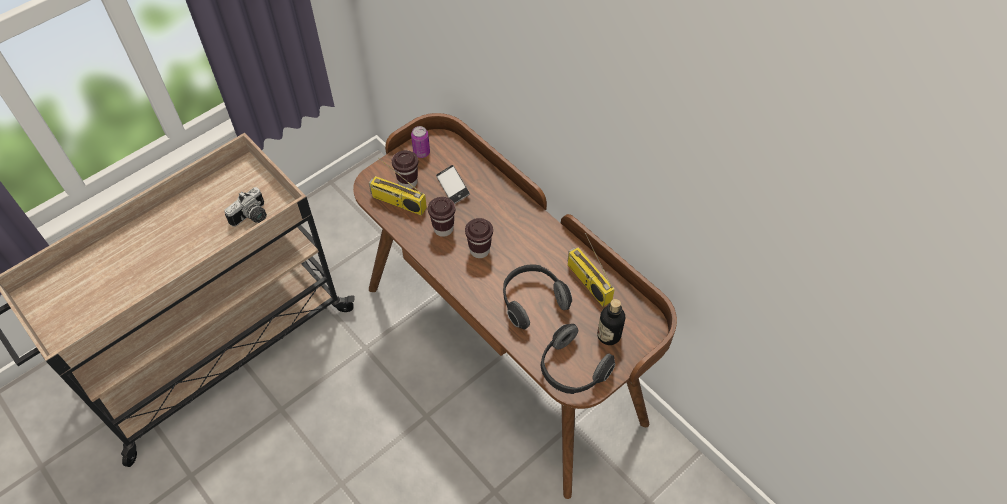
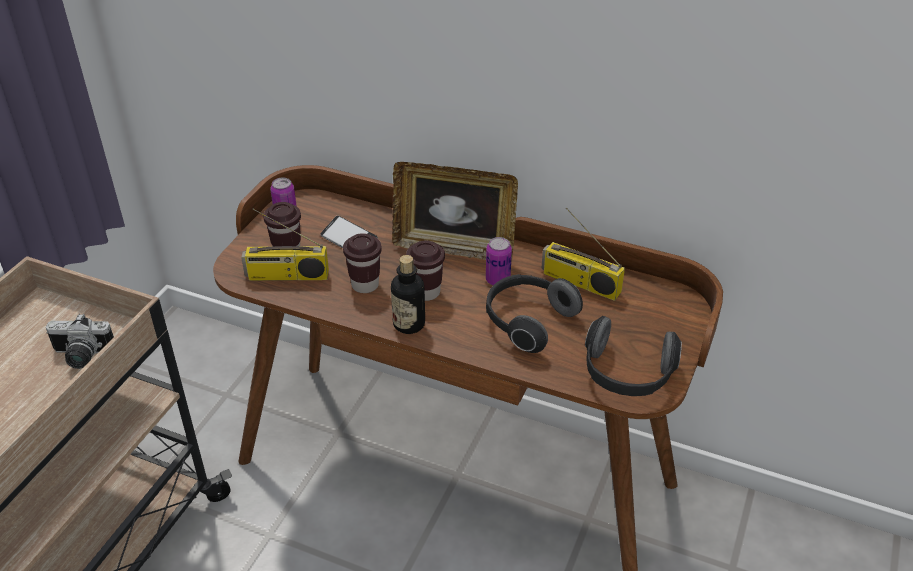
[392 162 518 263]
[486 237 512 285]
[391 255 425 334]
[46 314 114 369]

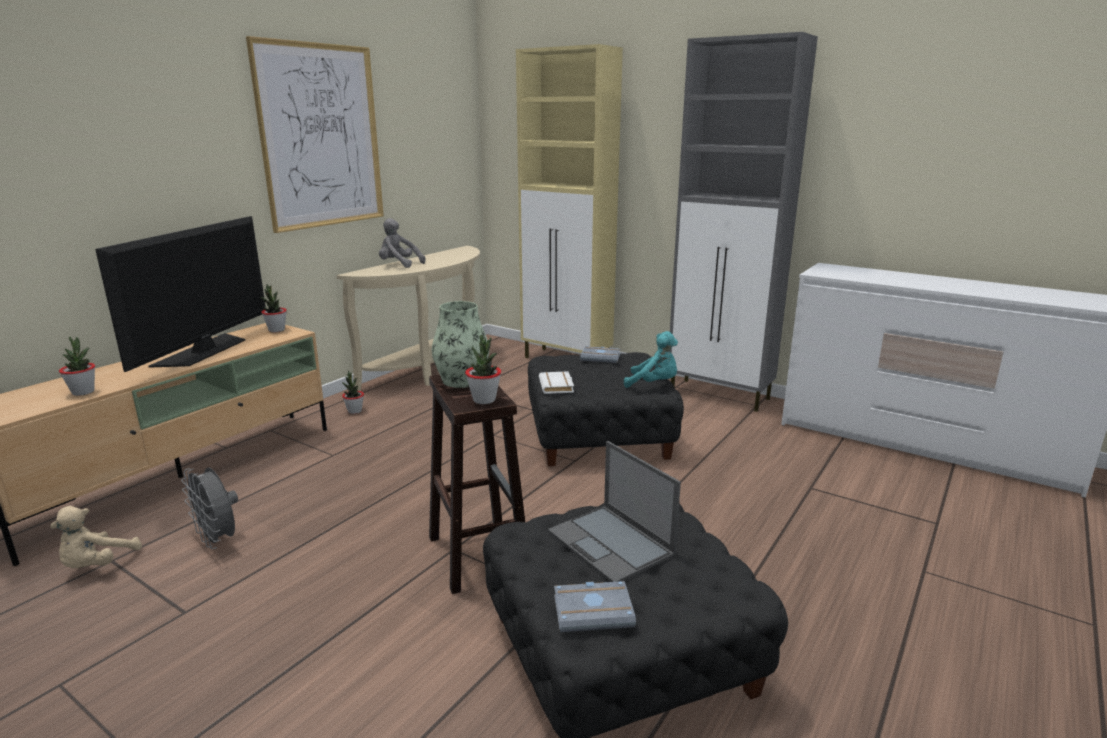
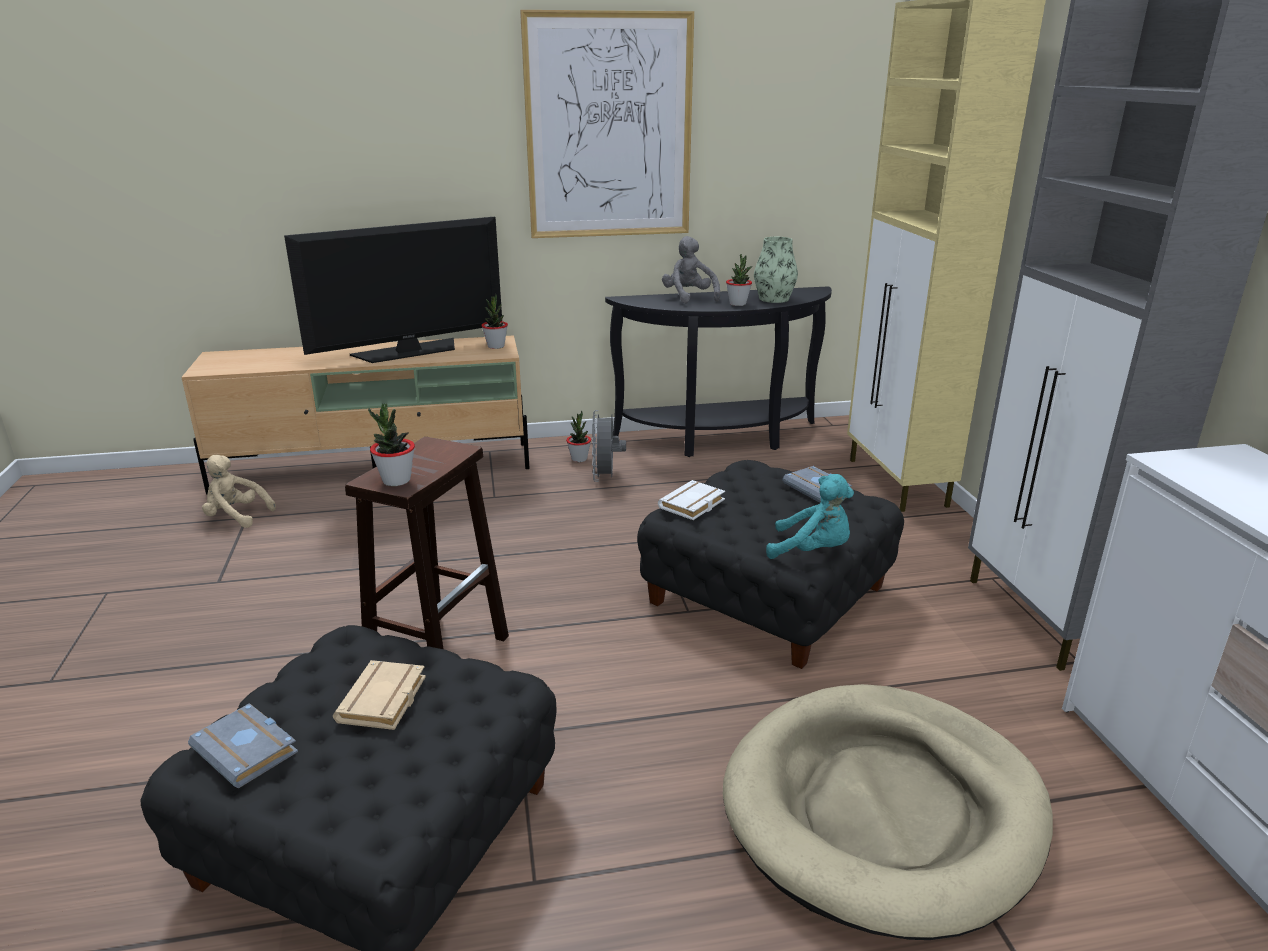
[723 684 1053 940]
[726 254 752 306]
[592 410 626 482]
[754 237 798 303]
[333 660 426 730]
[605 286 832 457]
[202 455 276 528]
[766 474 854 559]

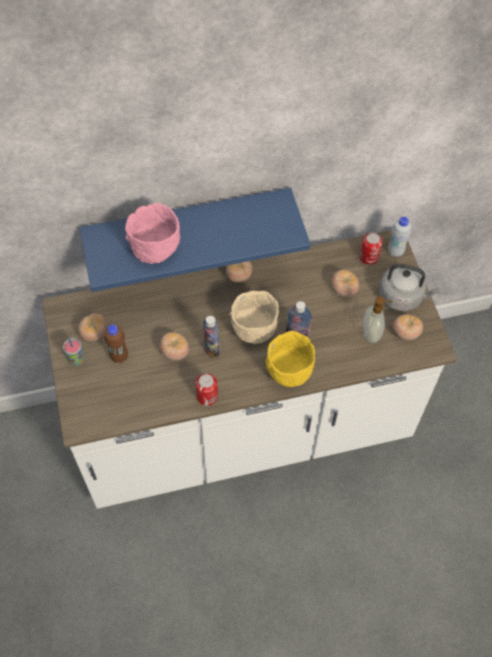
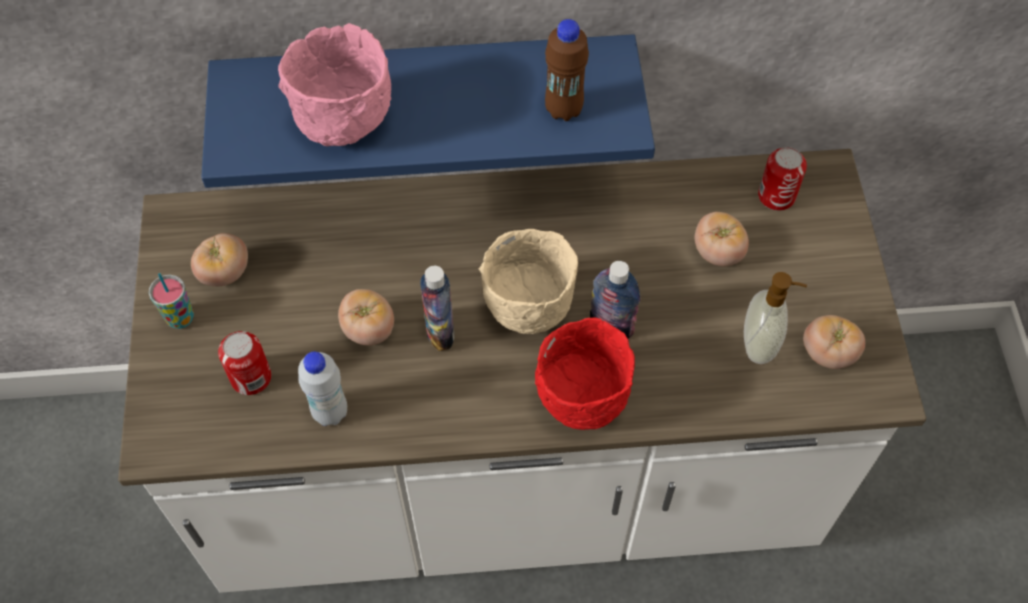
[226 261 252 282] (first image)
[379 264 441 311] (first image)
[545 19 589 121]
[218 331 271 395]
[298 351 347 426]
[535 318 635 430]

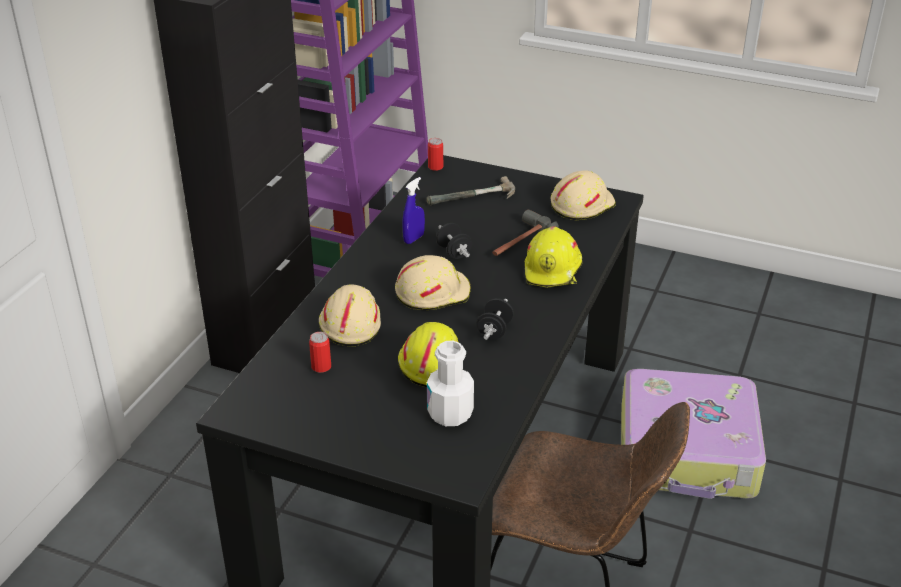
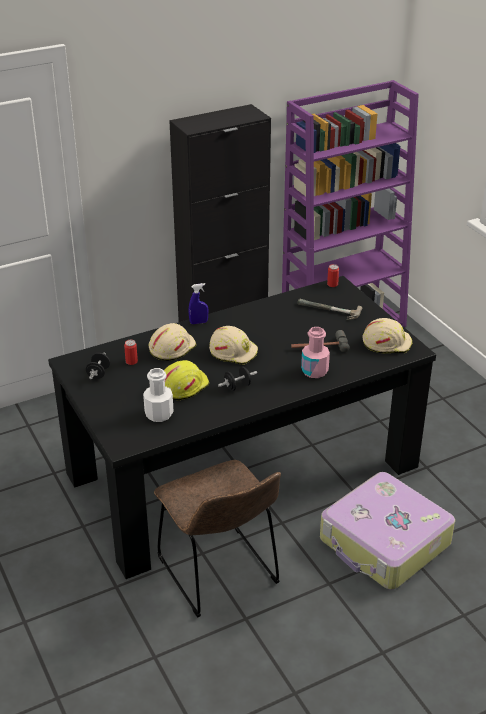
[188 283 208 324]
[86 353 110 379]
[301 327 330 378]

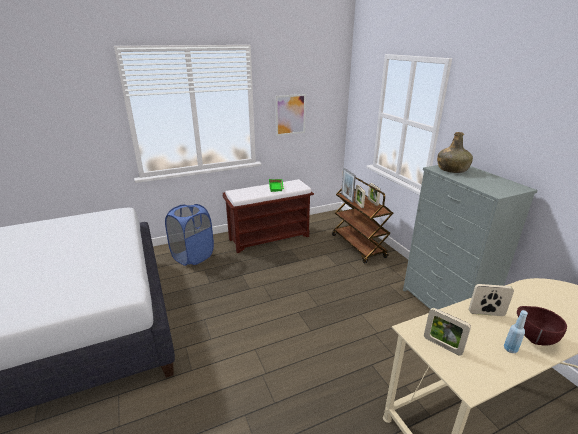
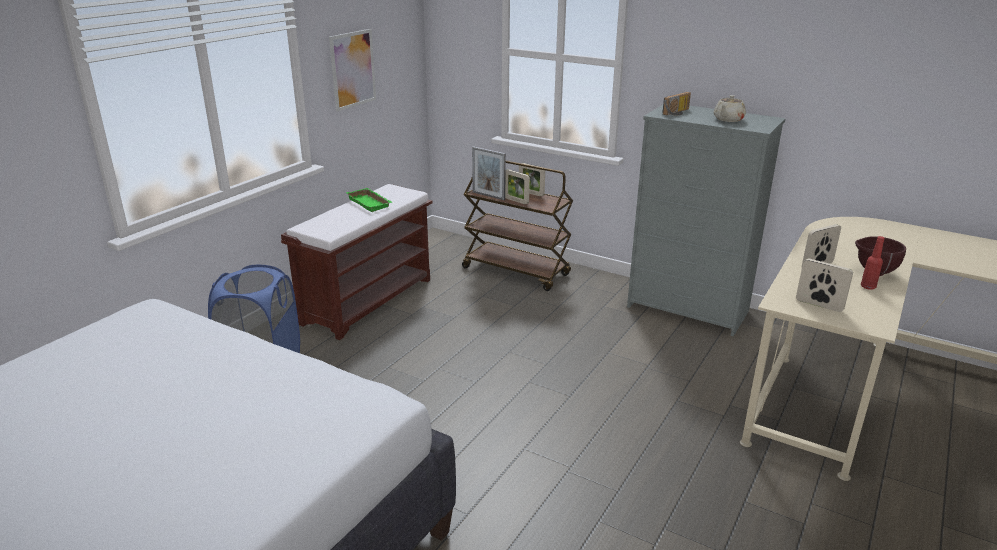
[714 95 746 122]
[662 92 691 115]
[861 236 885 290]
[796 259 853 312]

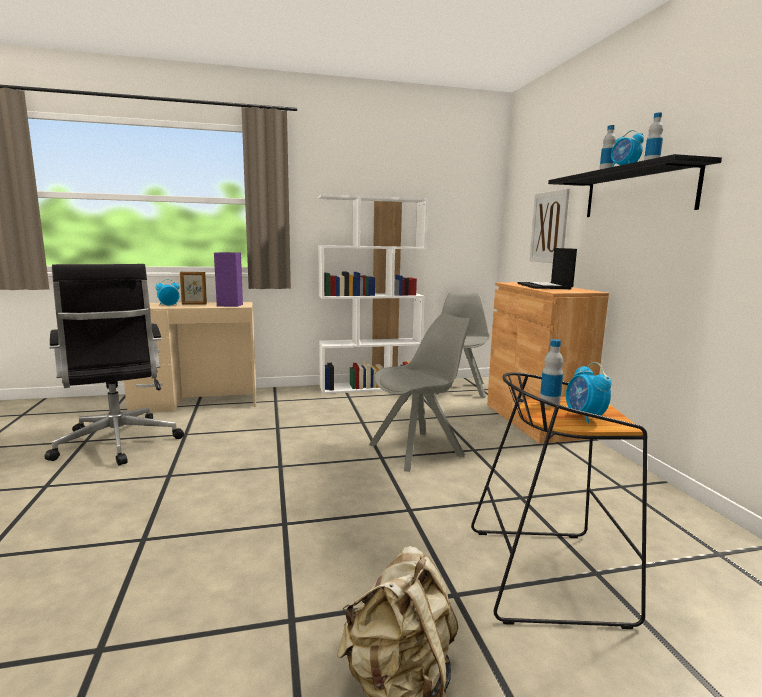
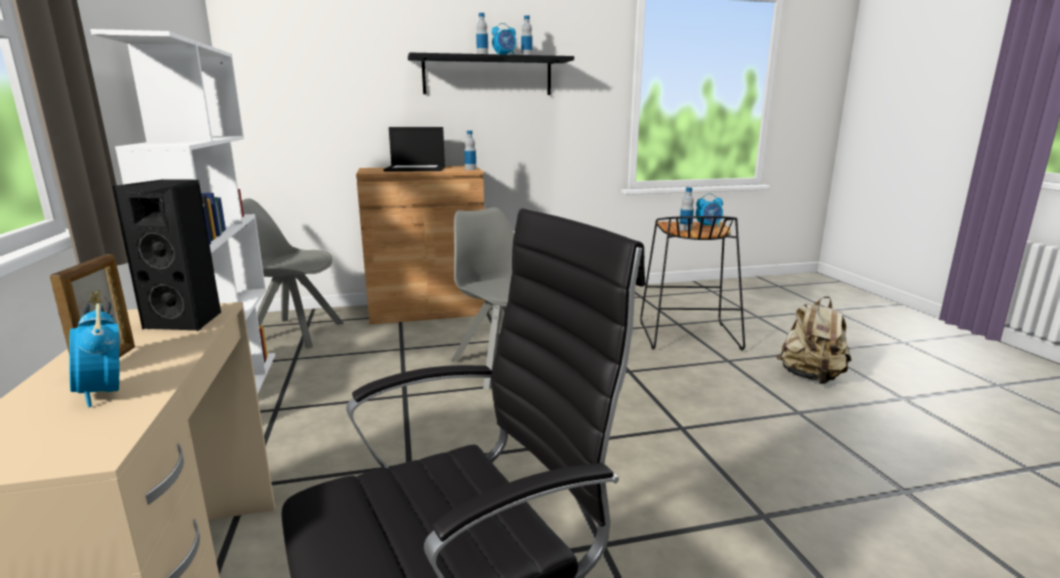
[530 189 570 263] (first image)
[464 130 476 170]
[112 179 221 331]

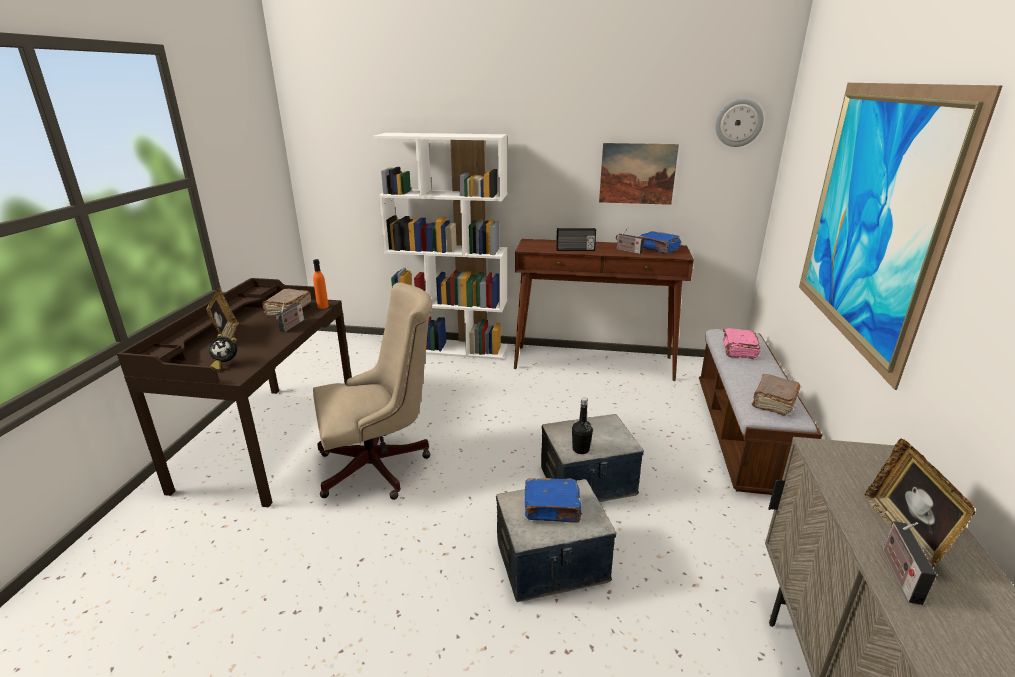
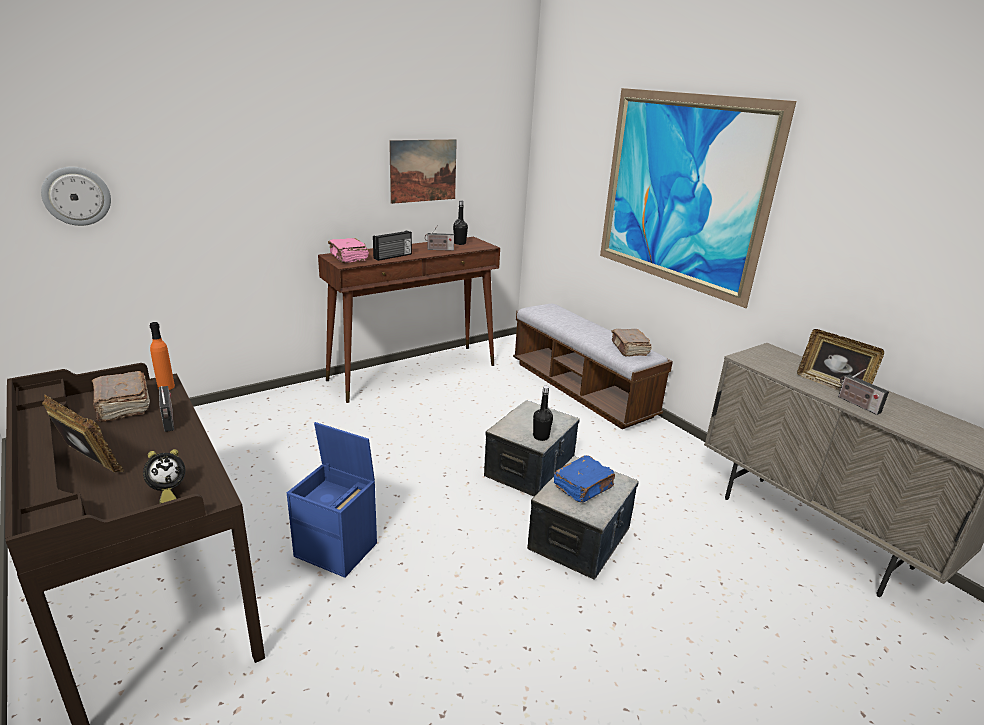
[373 133 507 360] (first image)
[41 167 111 226]
[328 238 369 263]
[287 422 377 578]
[453 201 468 245]

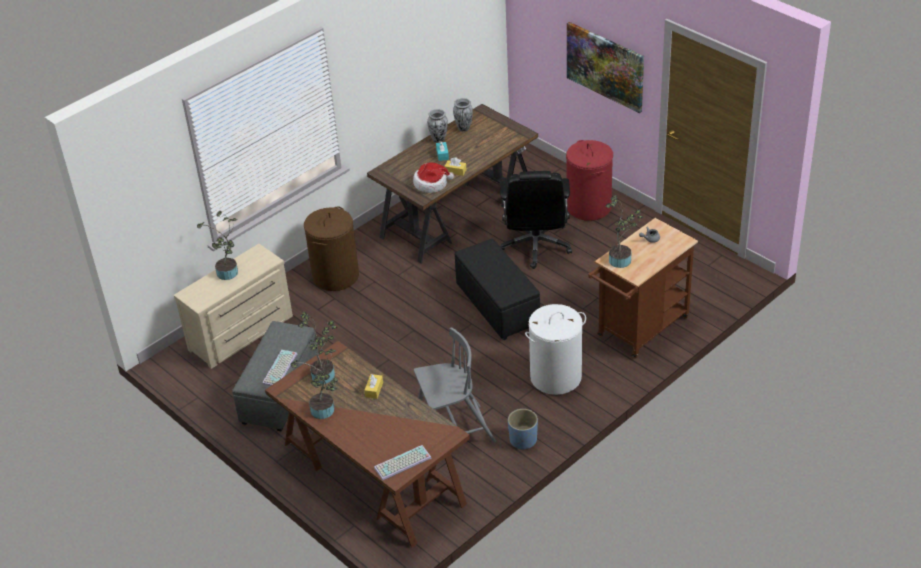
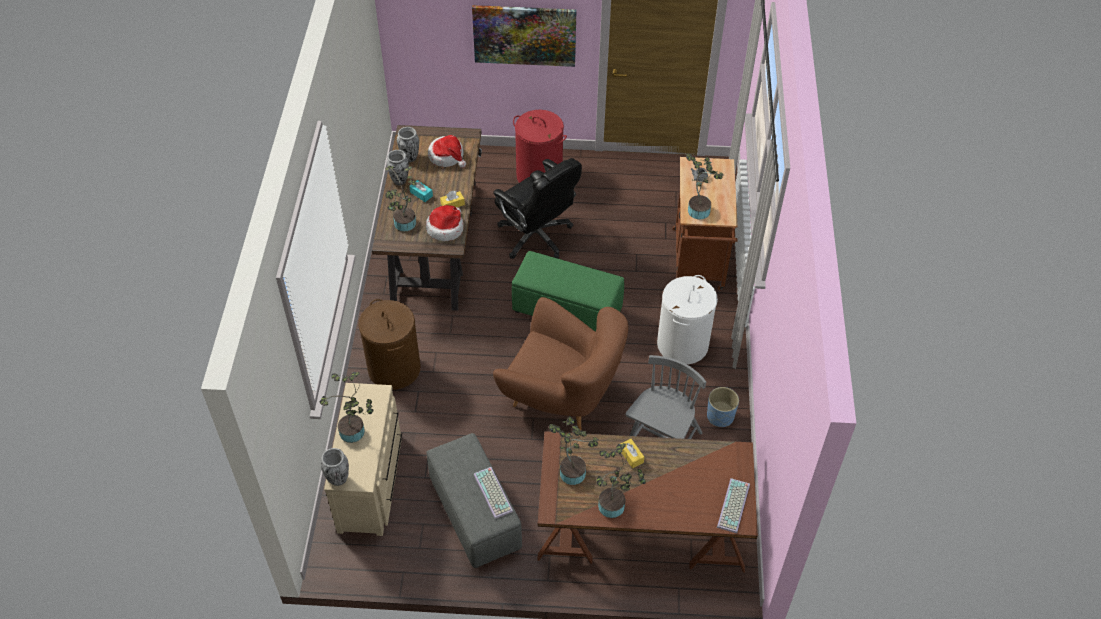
[321 448 349 486]
[385 166 416 232]
[428 135 466 168]
[493 297 628 431]
[512 251 624 331]

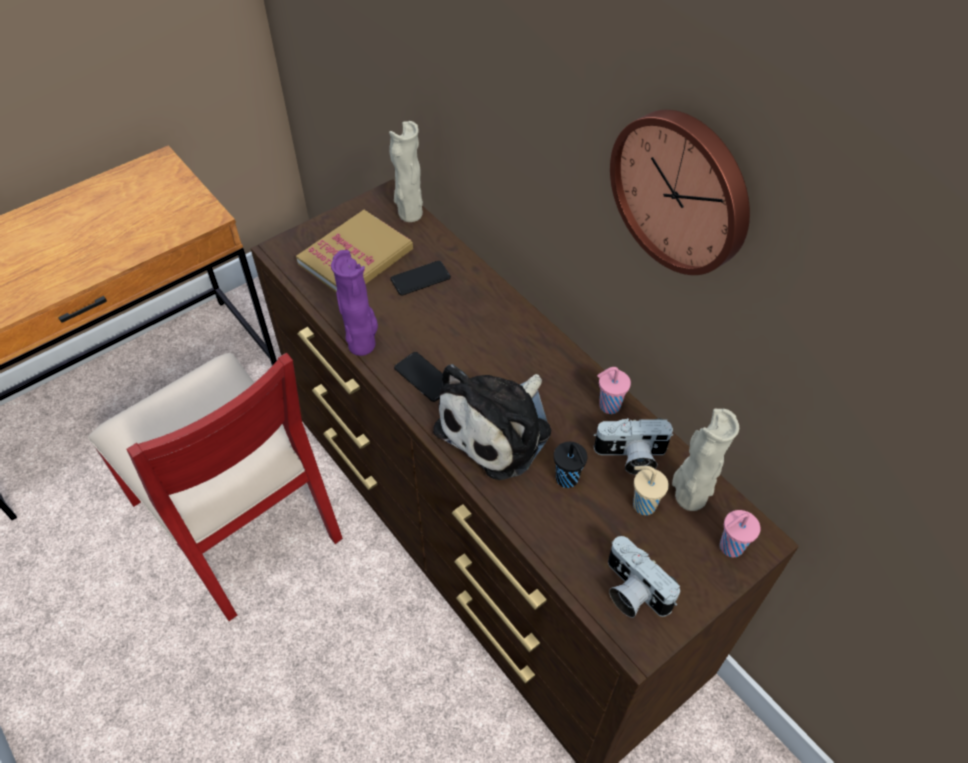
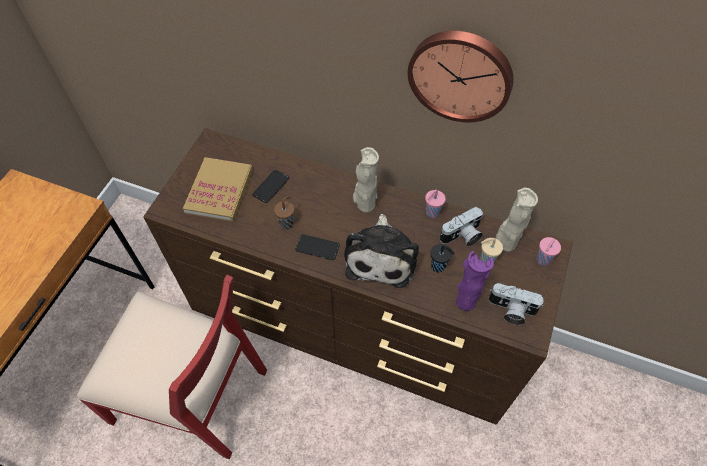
[274 196 294 229]
[456 251 494 311]
[353 147 379 212]

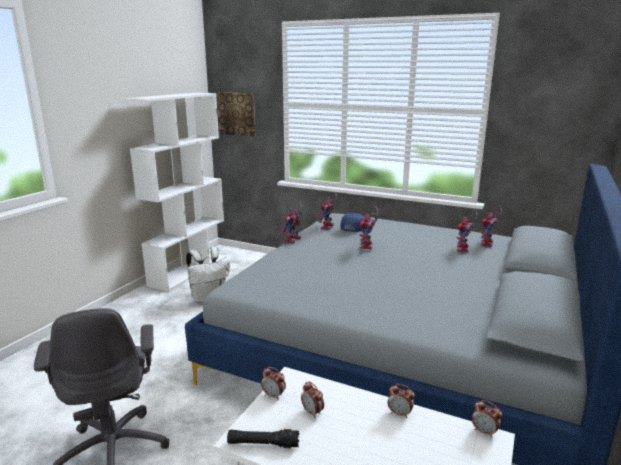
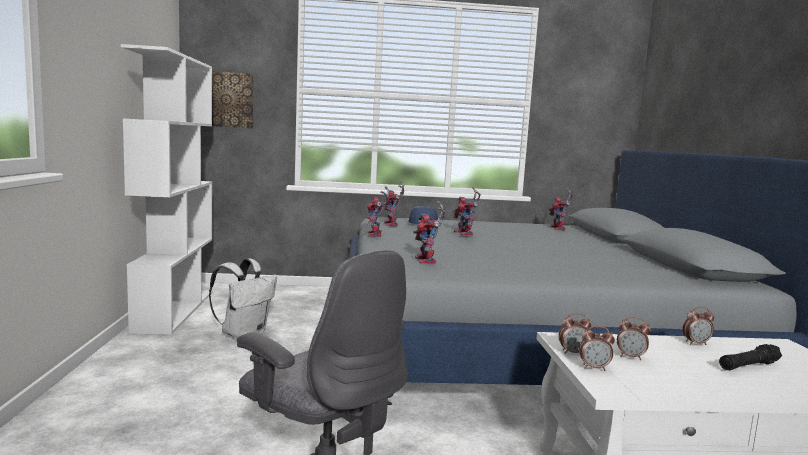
[719 344 782 370]
[413 201 445 264]
[579 326 615 371]

